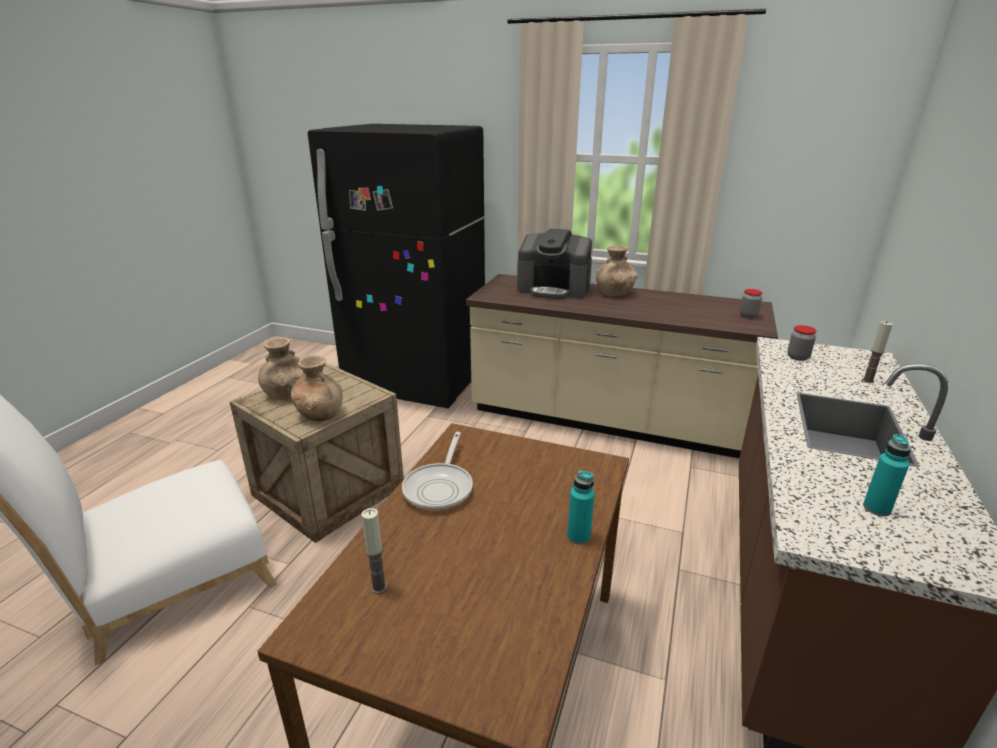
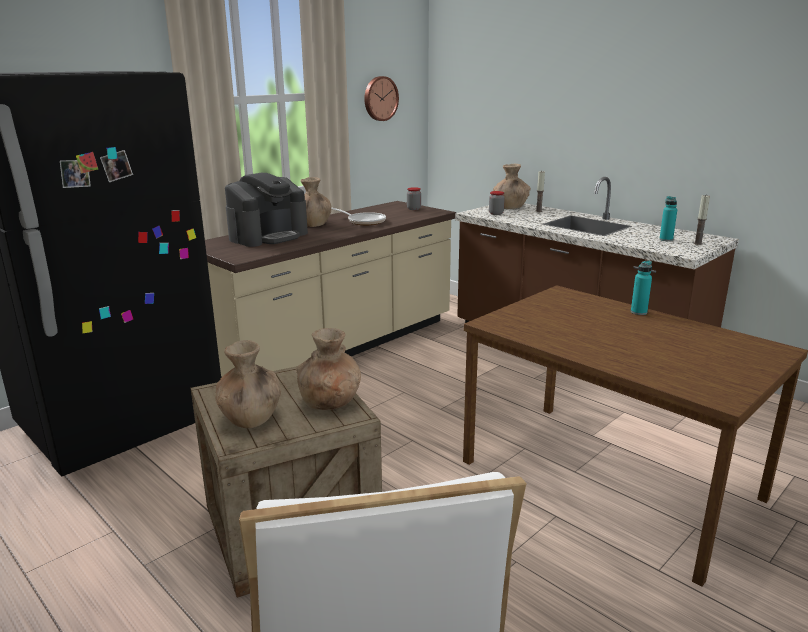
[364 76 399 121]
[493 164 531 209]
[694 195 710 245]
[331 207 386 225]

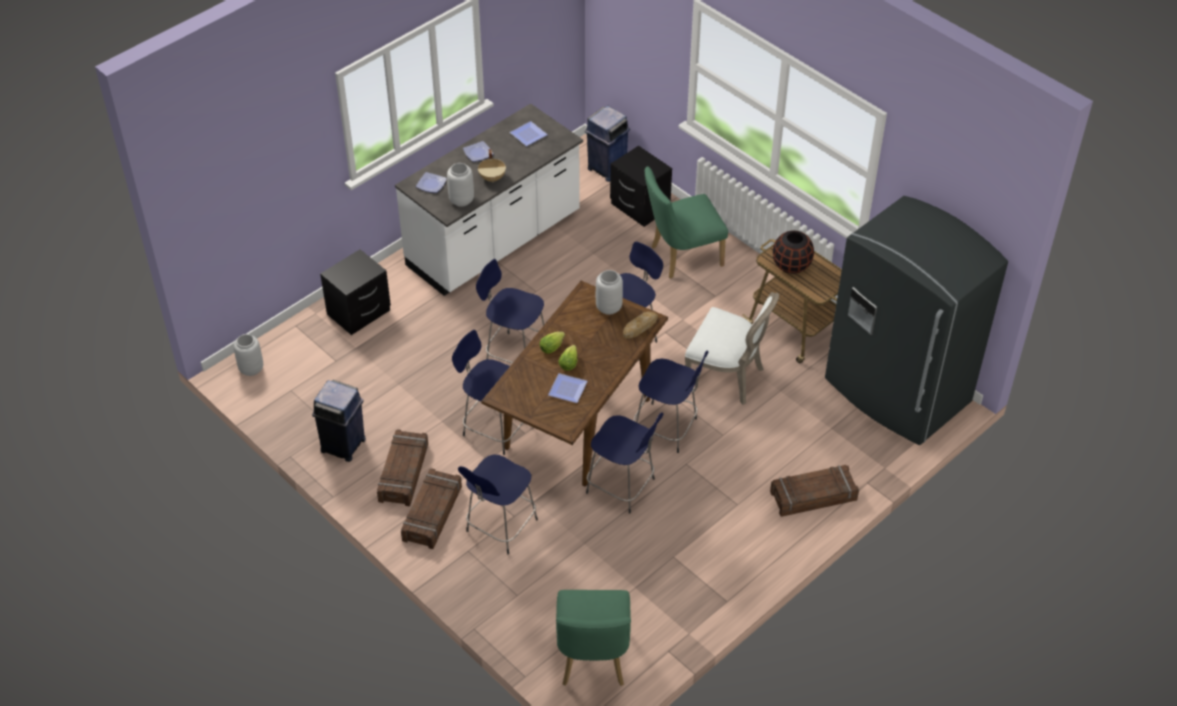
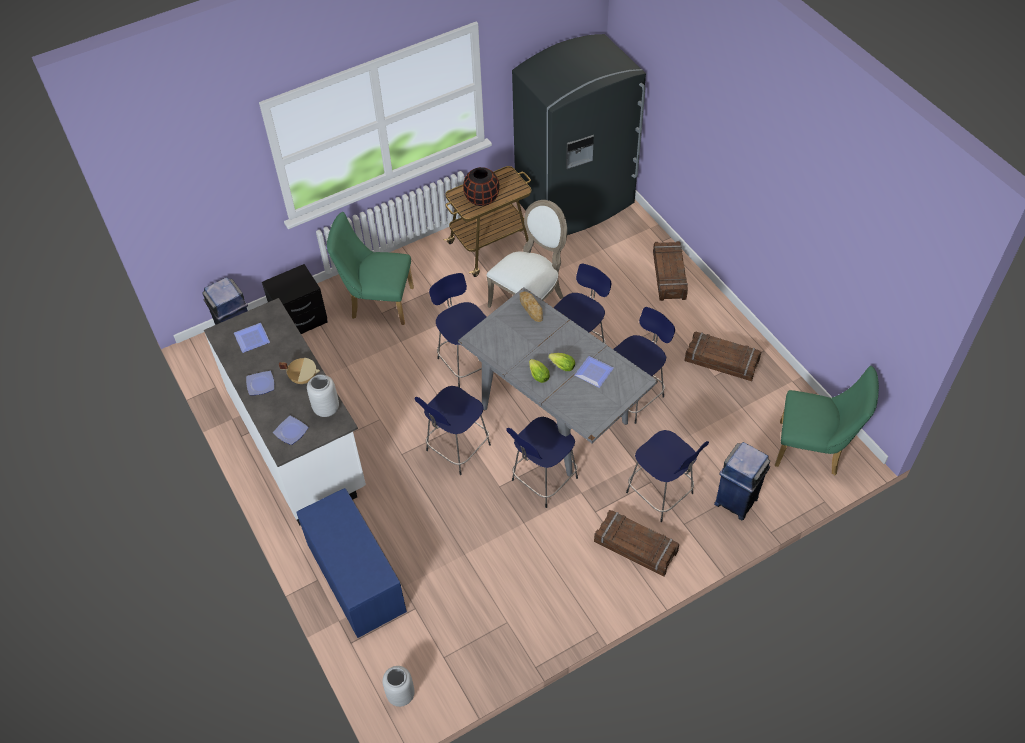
[596 270 623 315] (first image)
[714 442 770 520]
[684 332 761 381]
[296 488 407 638]
[458 287 658 477]
[327 212 414 325]

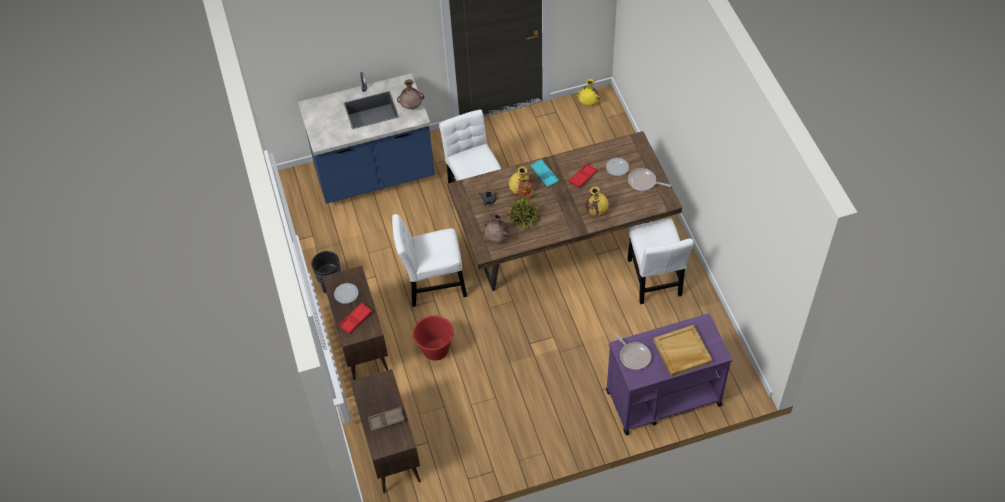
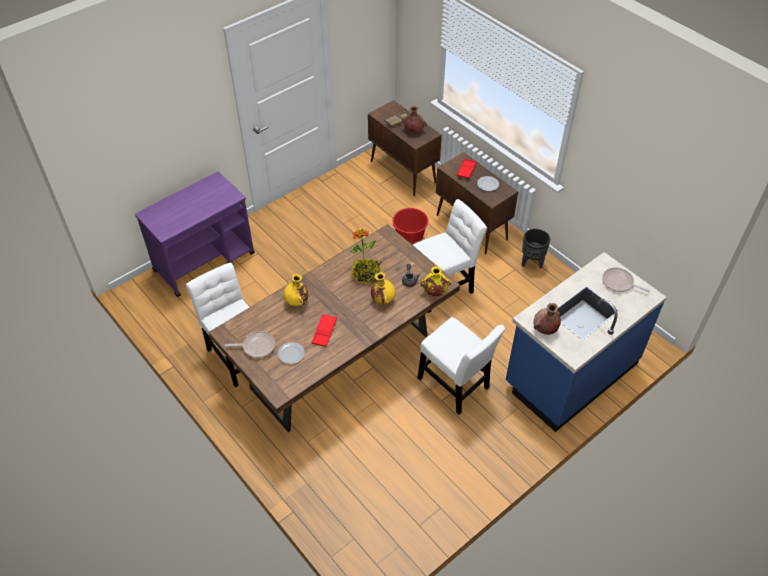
[531 159 559 187] (first image)
[653 325 712 377] (first image)
[402 106 427 133]
[420 266 451 297]
[602 268 650 292]

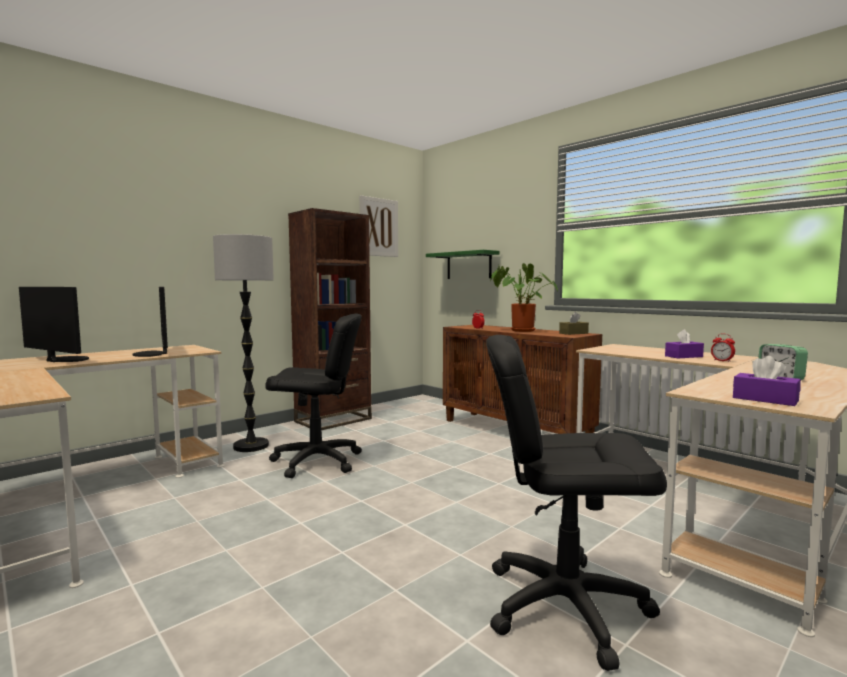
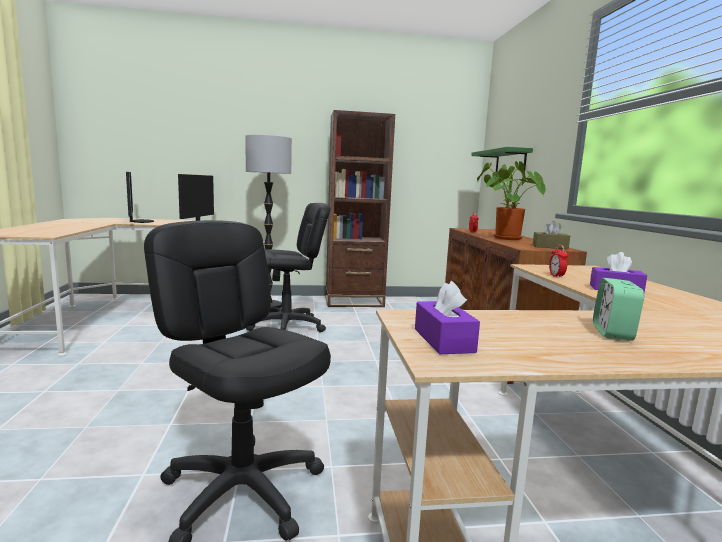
[359 195 398 257] (first image)
[549 245 568 278]
[246 203 331 333]

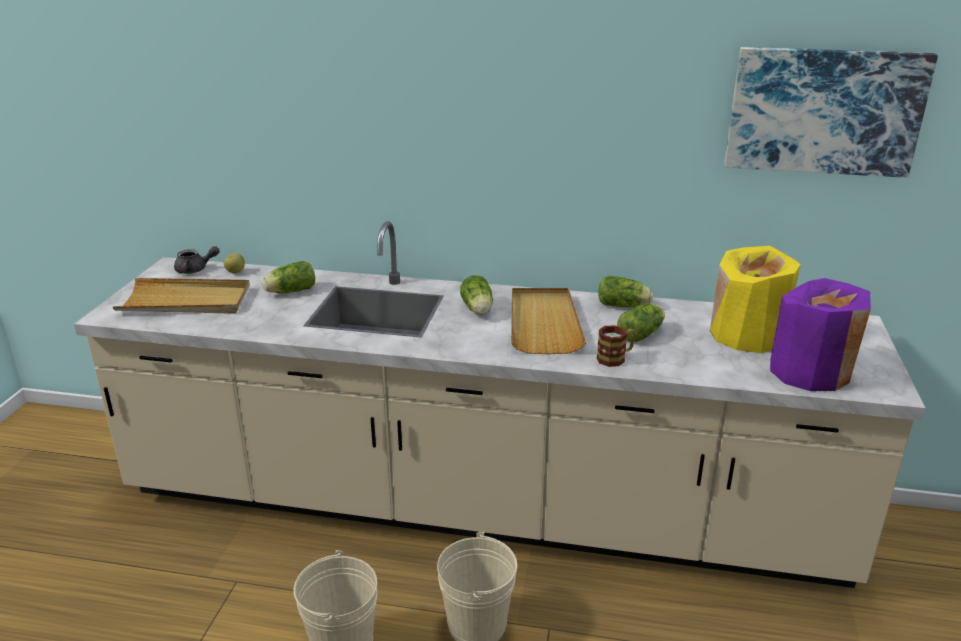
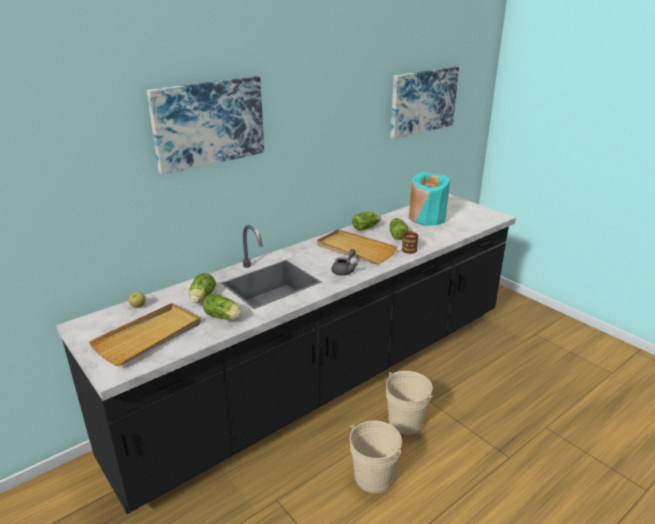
[770 278 871 391] (first image)
[147 76 264 175]
[331 249 358 276]
[203 293 242 320]
[56 194 516 514]
[409 172 450 225]

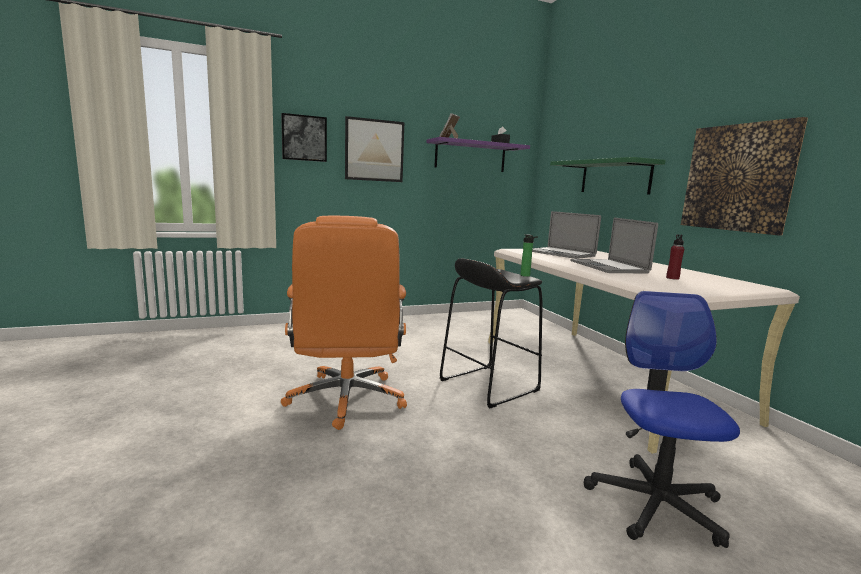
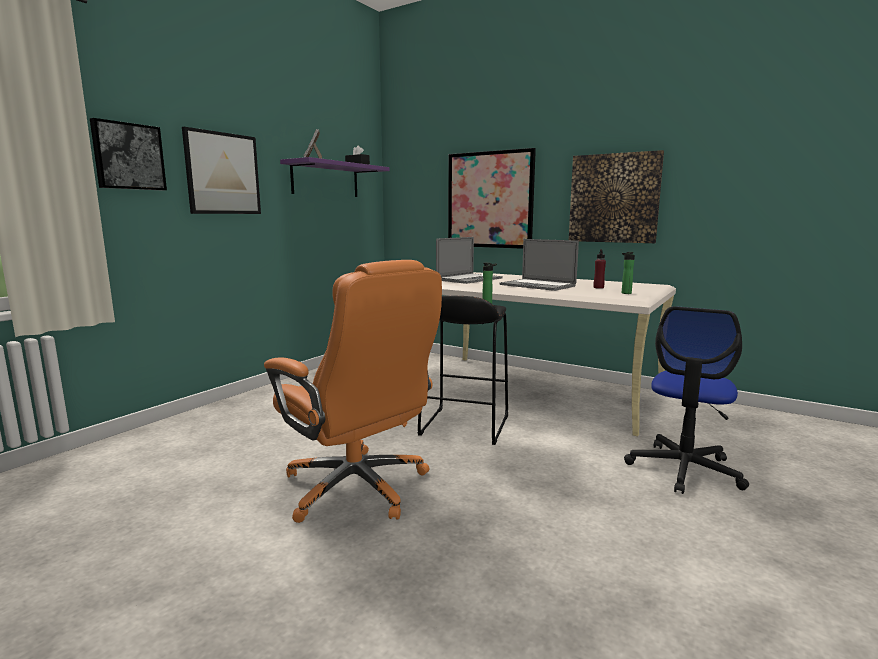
[622 252 635 294]
[448 148 536 249]
[436 237 503 284]
[624 306 749 494]

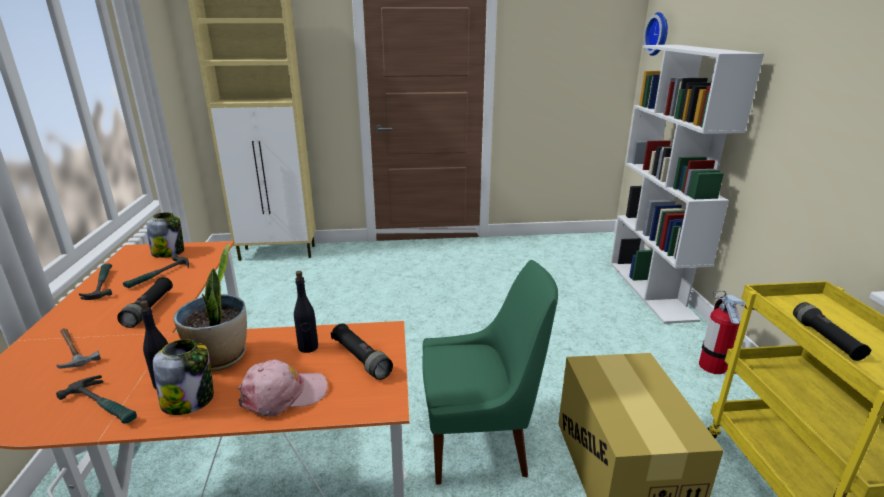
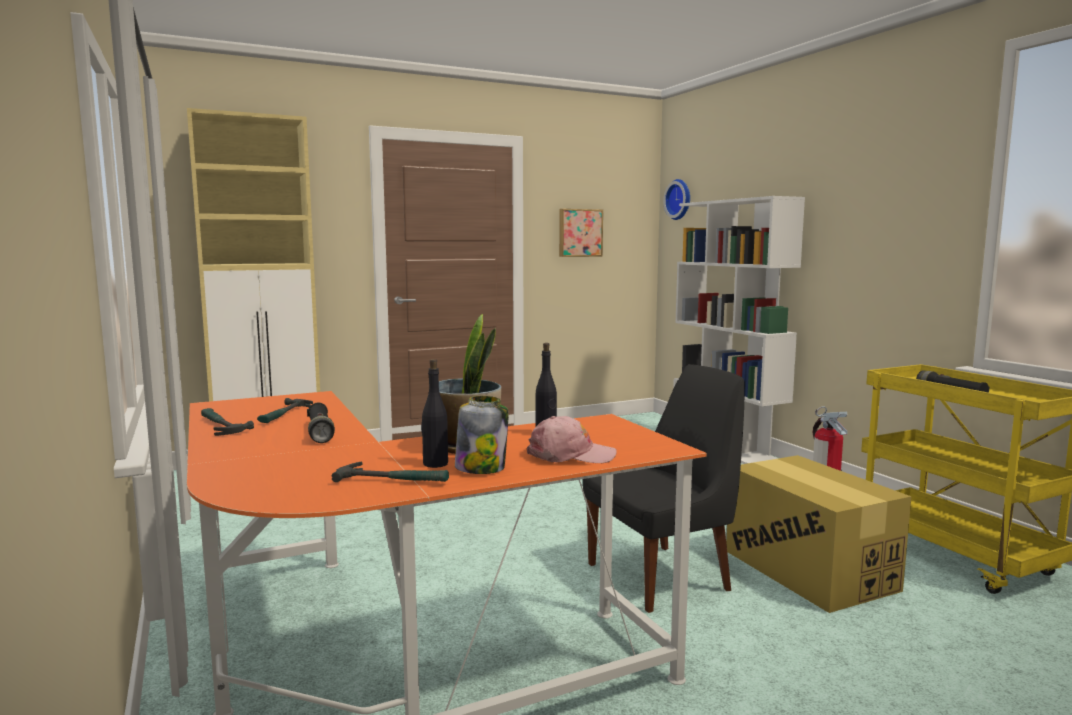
[57 328 101 368] (first image)
[147 213 184 258] (first image)
[331 323 393 380] (first image)
[559 209 603 257]
[583 364 745 613]
[527 416 617 463]

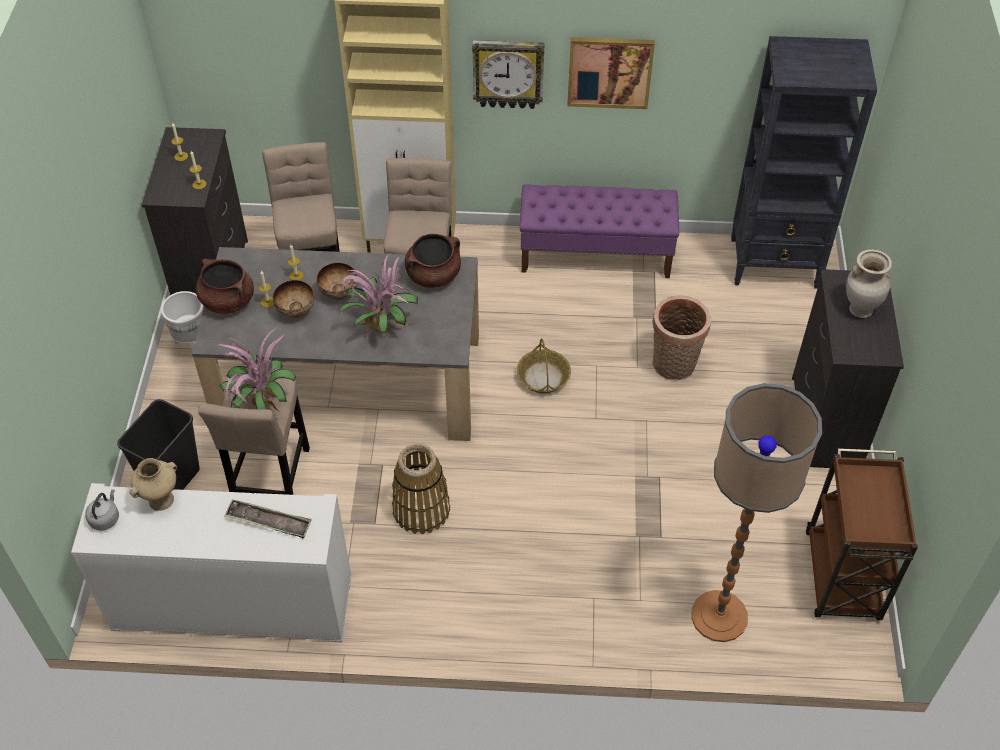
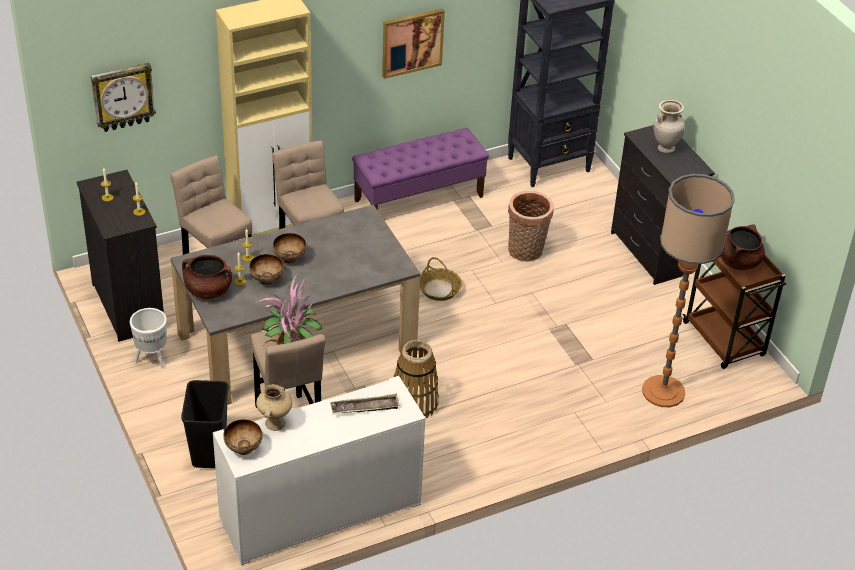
[339 253 418 338] (first image)
[720 224 765 270]
[91 63 156 132]
[223 419 262 455]

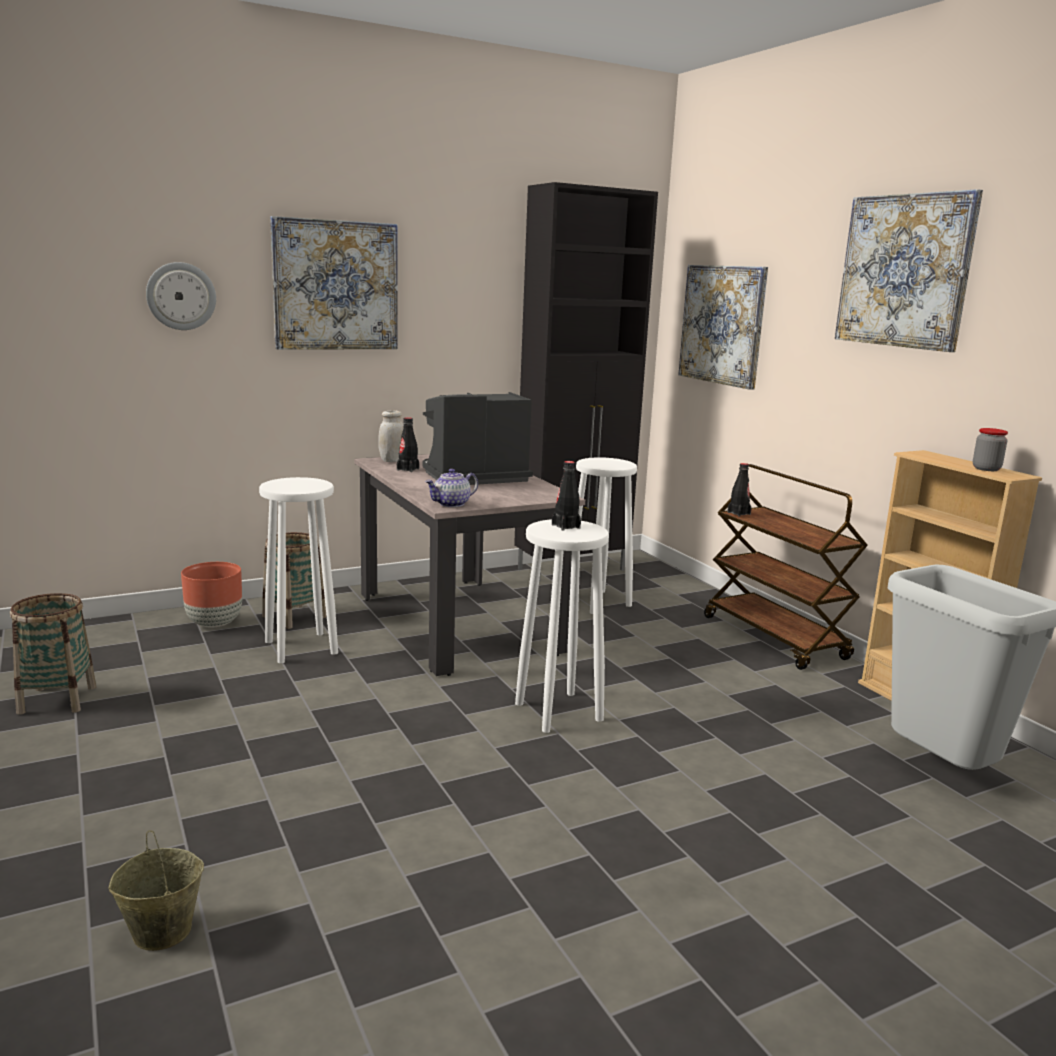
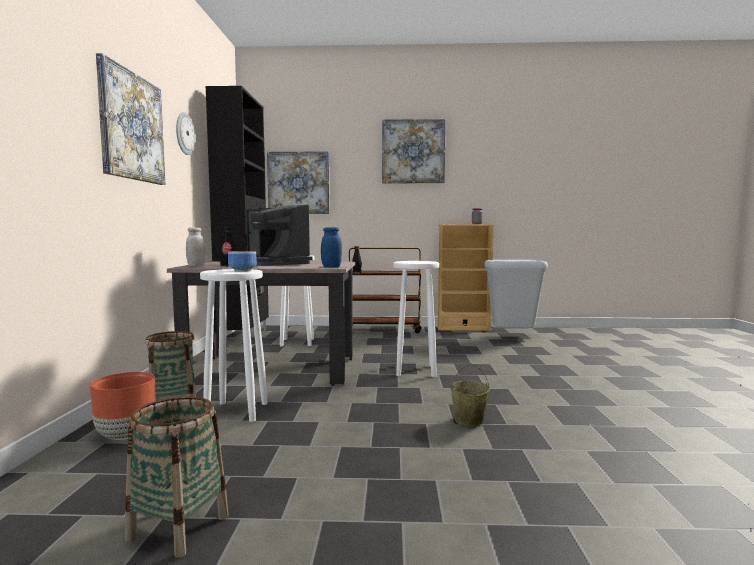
[552 461 581 530] (first image)
[228 251 257 272]
[450 363 490 426]
[176 112 195 155]
[321 227 342 267]
[246 204 312 266]

